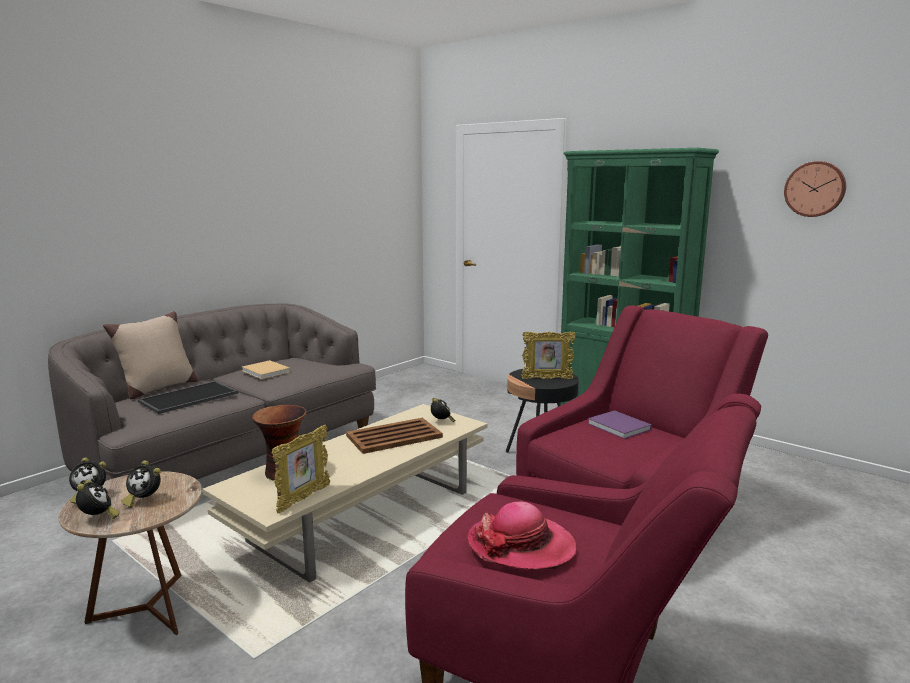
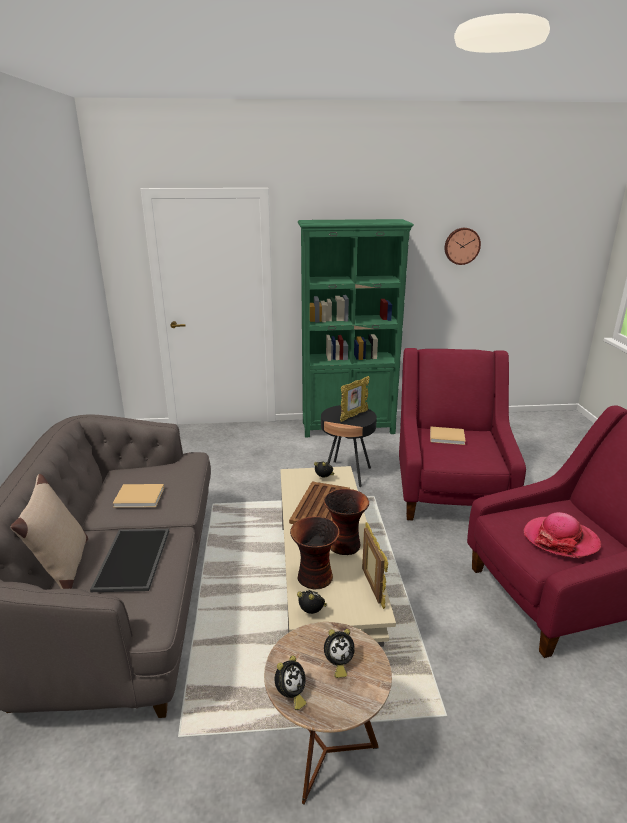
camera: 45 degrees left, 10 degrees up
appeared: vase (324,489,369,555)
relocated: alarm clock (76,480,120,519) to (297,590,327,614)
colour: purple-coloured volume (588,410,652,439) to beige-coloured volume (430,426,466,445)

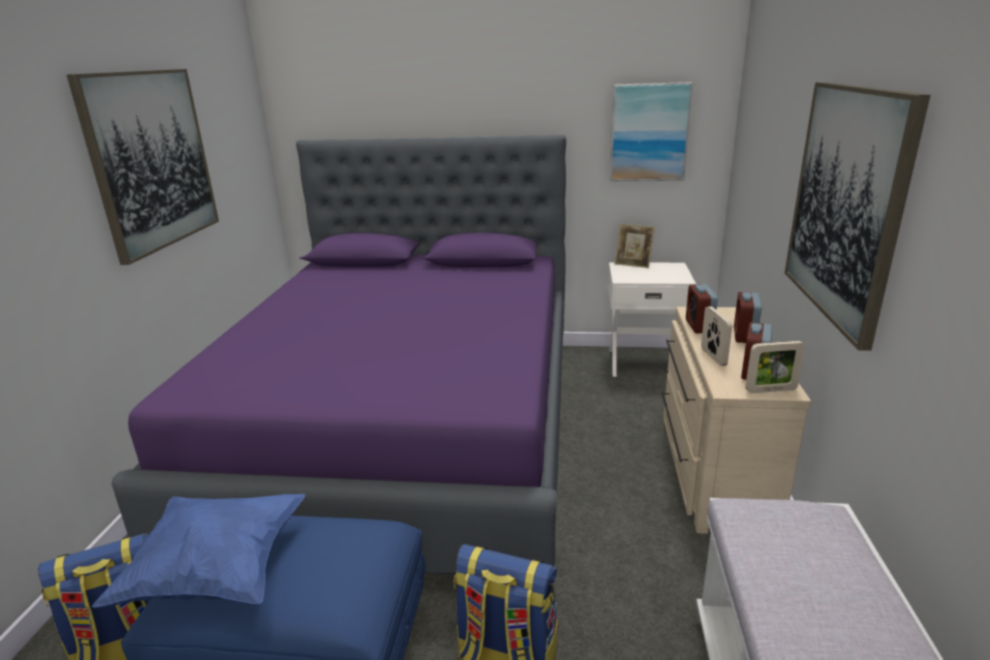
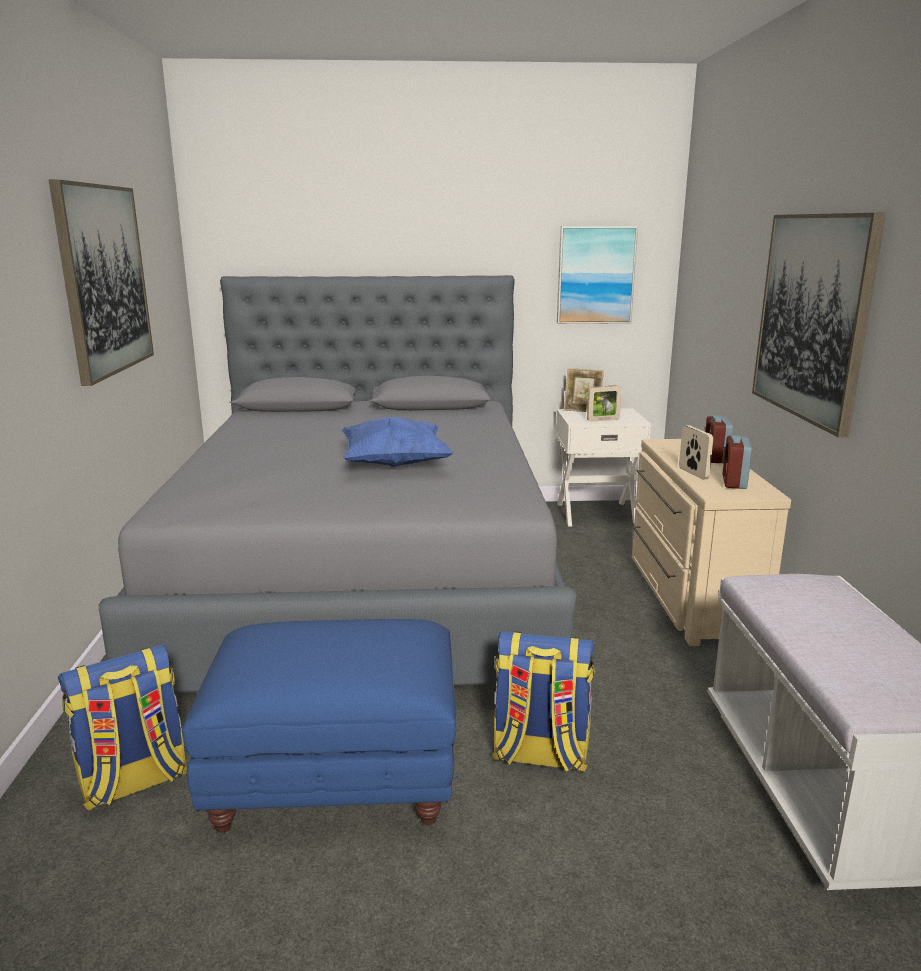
camera: 10 degrees left, 5 degrees down
missing: alarm clock (686,284,718,333)
relocated: bluish throw pillow (92,494,306,608) to (341,417,454,467); picture frame (745,341,805,393) to (587,385,622,422)
colour: purple-coloured sleeping bed (111,135,566,574) to grey sleeping bed (99,275,576,693)

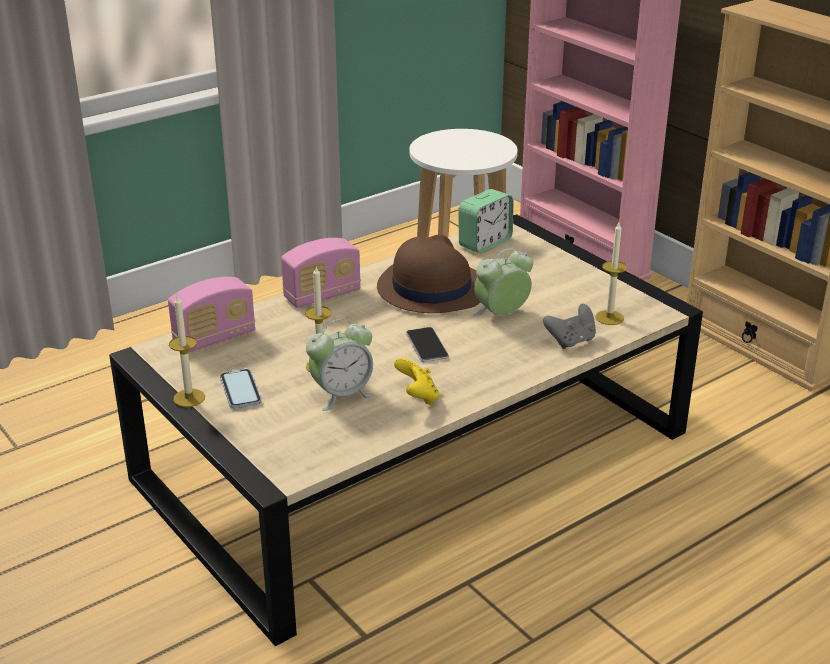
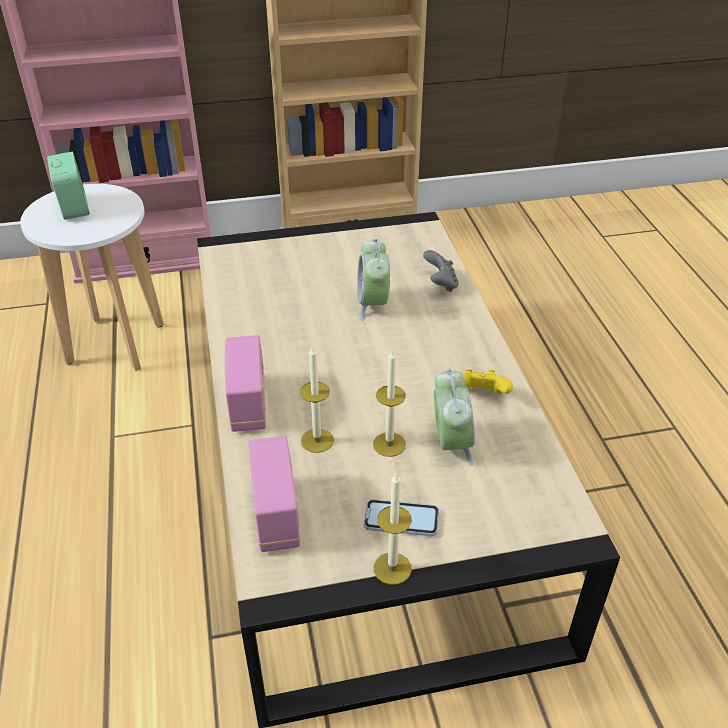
camera: 65 degrees left, 10 degrees up
missing: brownish wearable hat (377,235,480,313); handset (406,327,449,362)
relocated: alarm clock (458,189,513,253) to (47,152,90,220); wax candle (596,223,627,325) to (300,345,334,453)

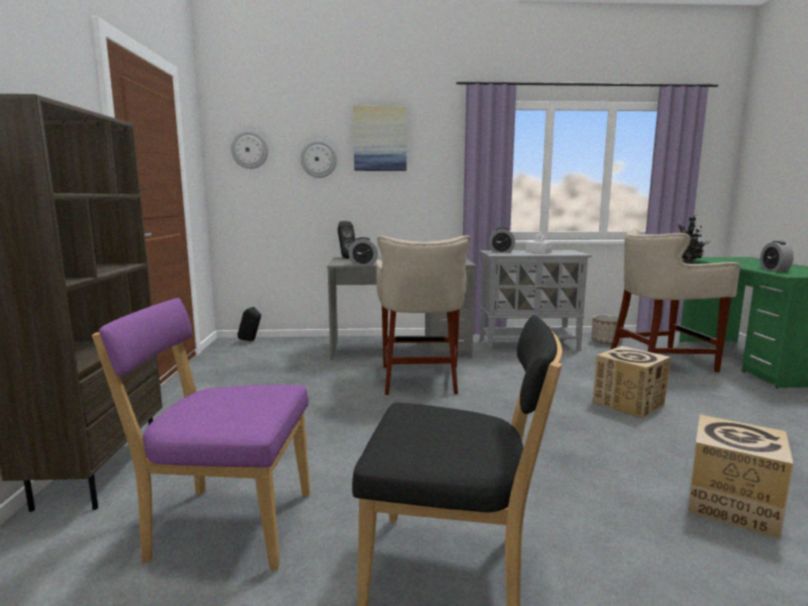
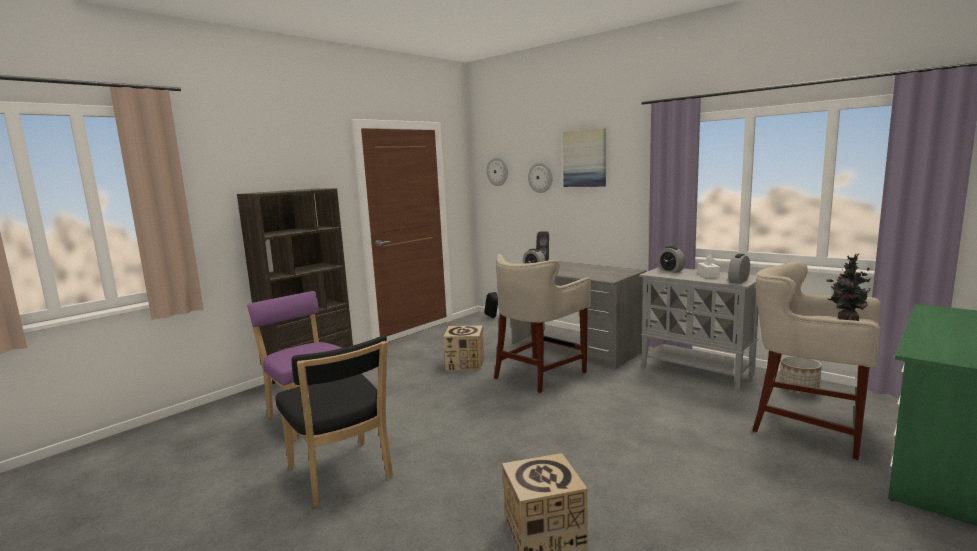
camera: 45 degrees right, 0 degrees up
relocated: cardboard box (593,346,671,418) to (443,325,484,371); alarm clock (760,241,794,272) to (728,254,750,284)

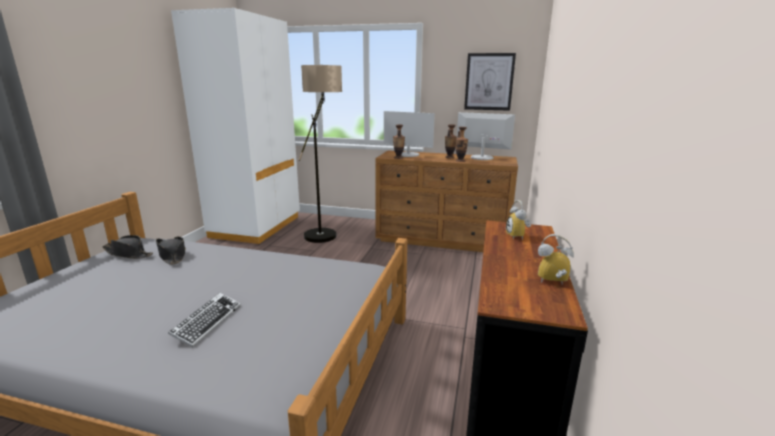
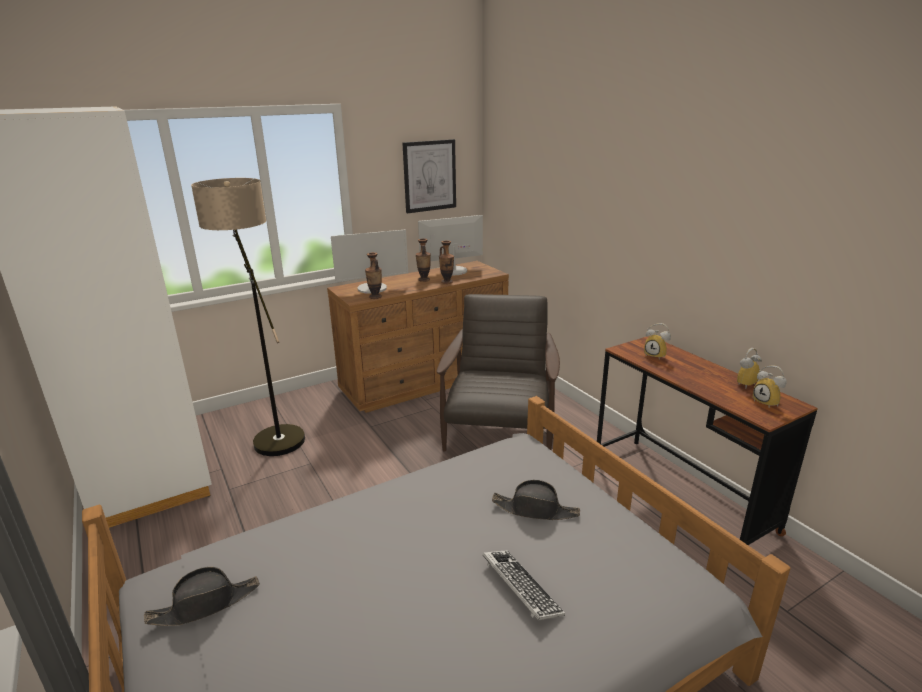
camera: 45 degrees left, 5 degrees up
appeared: brownish easy chair (436,294,560,452); alarm clock (753,366,787,407)
relocated: black-coloured wearable hat (156,237,186,265) to (492,480,580,520)

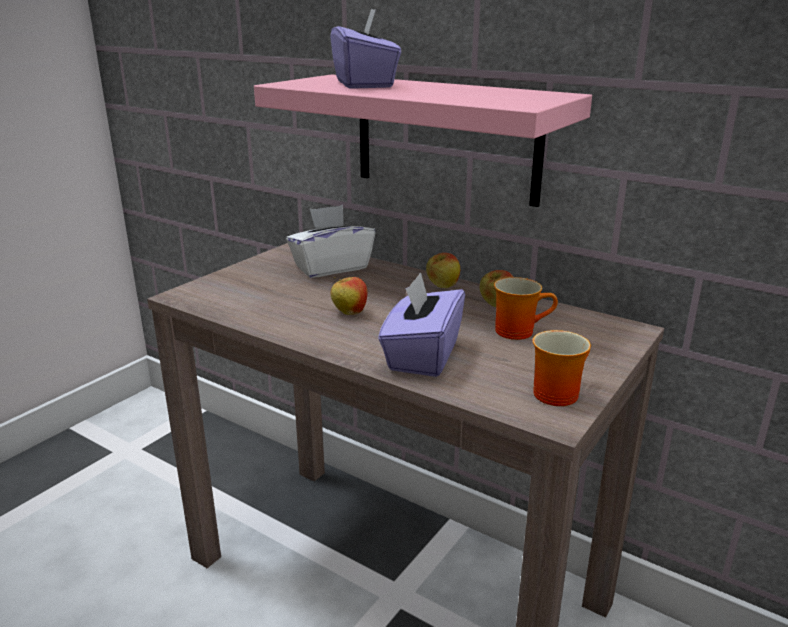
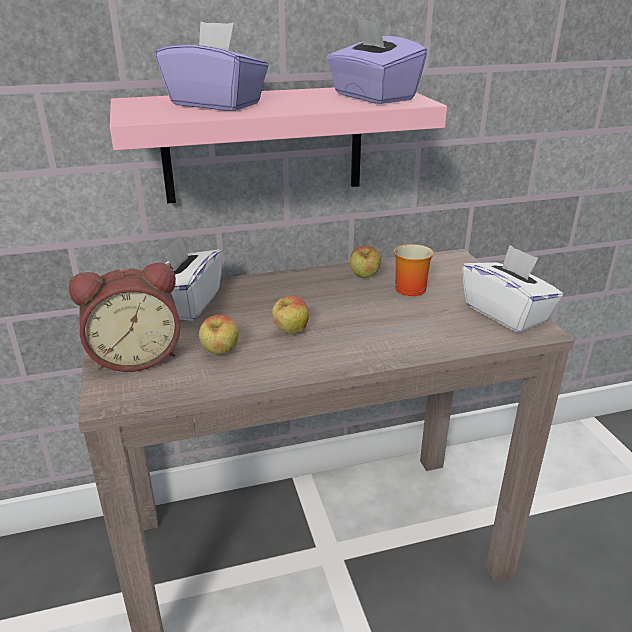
camera: 50 degrees left, 5 degrees up
appeared: alarm clock (69,262,180,372)
relocated: purple-coloured box of tissues (378,272,465,377) to (327,19,427,104); whole apple (426,253,460,288) to (199,315,239,355)
exchanged: tea mug (533,330,591,406) to white box of tissues (462,245,563,333)

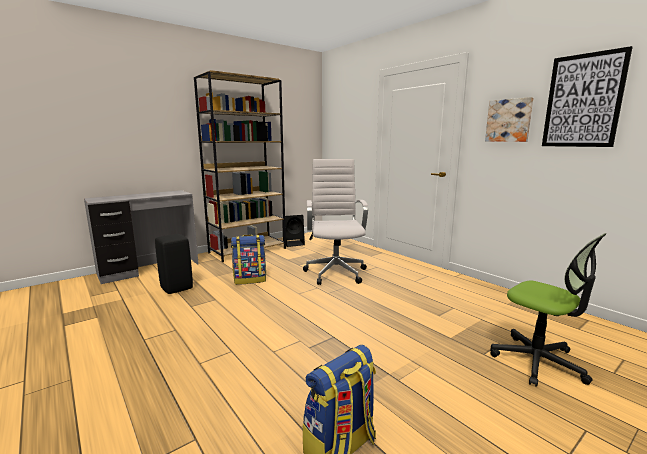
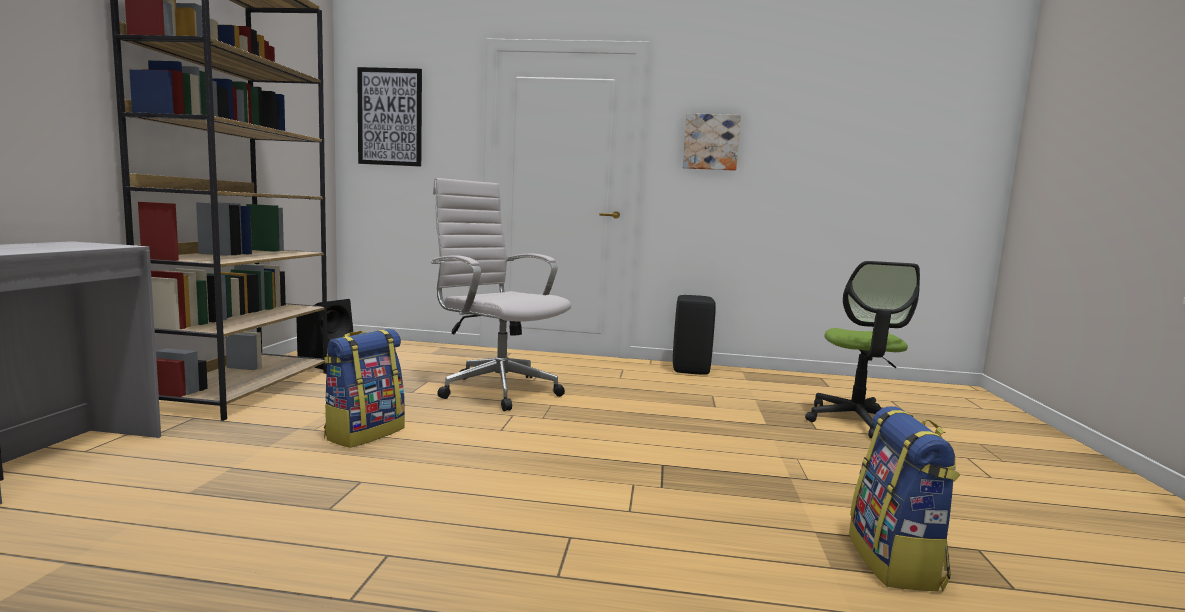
camera: 45 degrees left, 5 degrees down
relocated: black-coloured stool seat (155,234,193,294) to (673,295,716,375); wall art (542,46,632,147) to (357,67,422,167)
spun: desk chair (490,233,607,387) = (805,261,920,438) 90 degrees clockwise

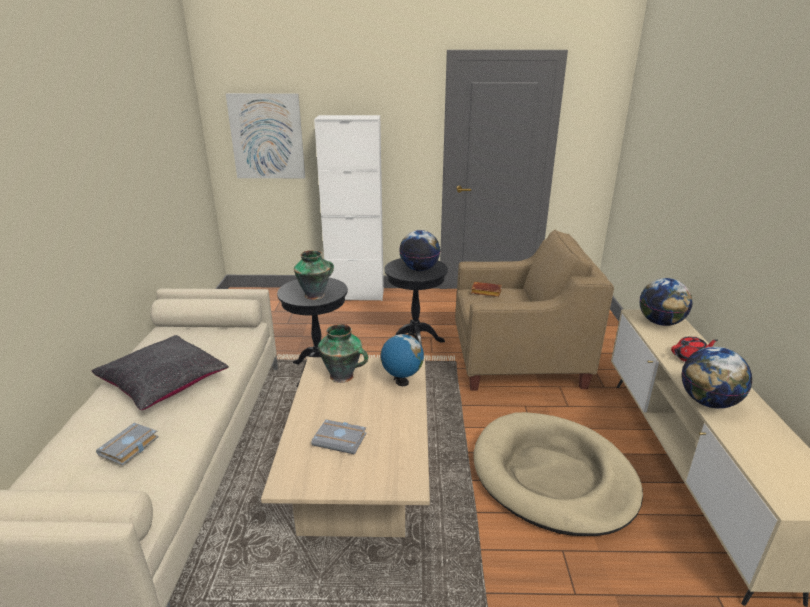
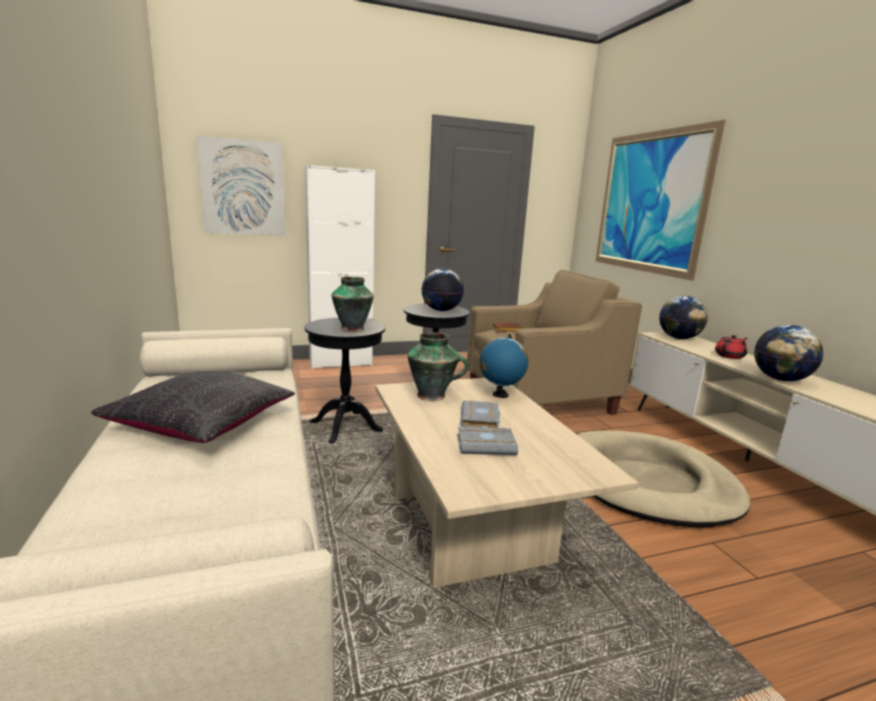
camera: 20 degrees left, 10 degrees down
appeared: wall art (596,120,726,281)
relocated: grey volume (96,423,159,465) to (460,400,500,428)

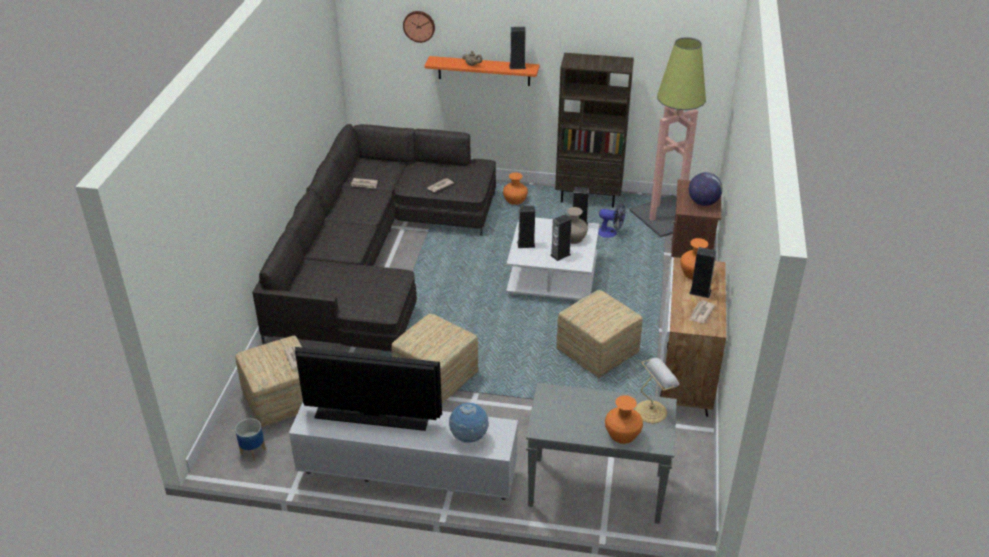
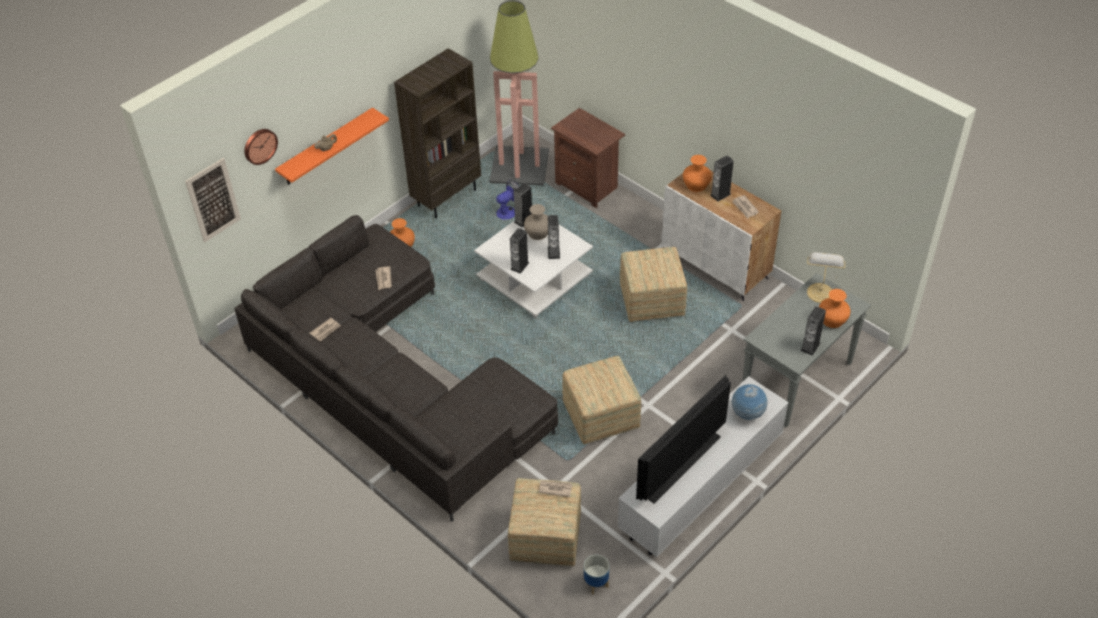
camera: 55 degrees left, 10 degrees up
missing: globe (689,172,723,206)
appeared: wall art (185,158,241,242)
relocated: loudspeaker (509,27,526,69) to (800,306,826,356)

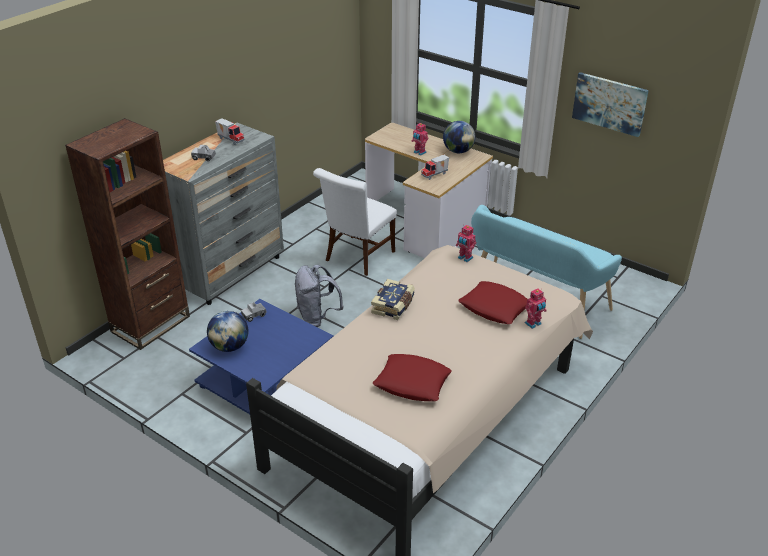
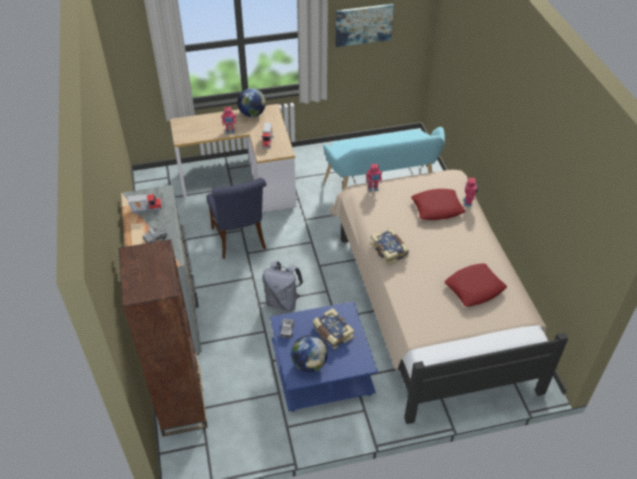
camera: 50 degrees left, 10 degrees up
appeared: volume (313,308,354,349)
colour: white plain chair (313,168,397,276) to bluish plain chair (206,178,267,259)

